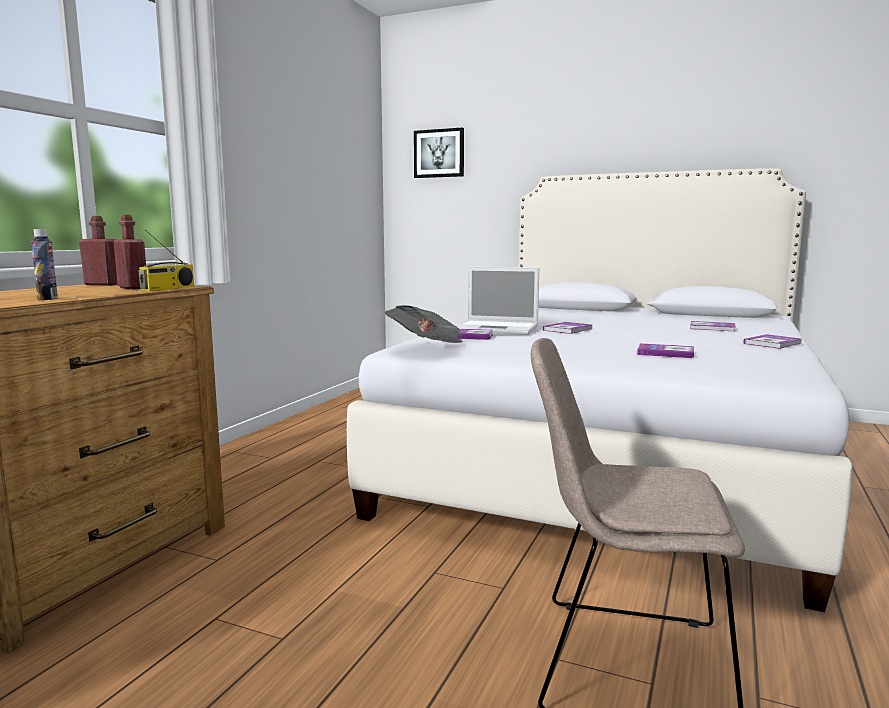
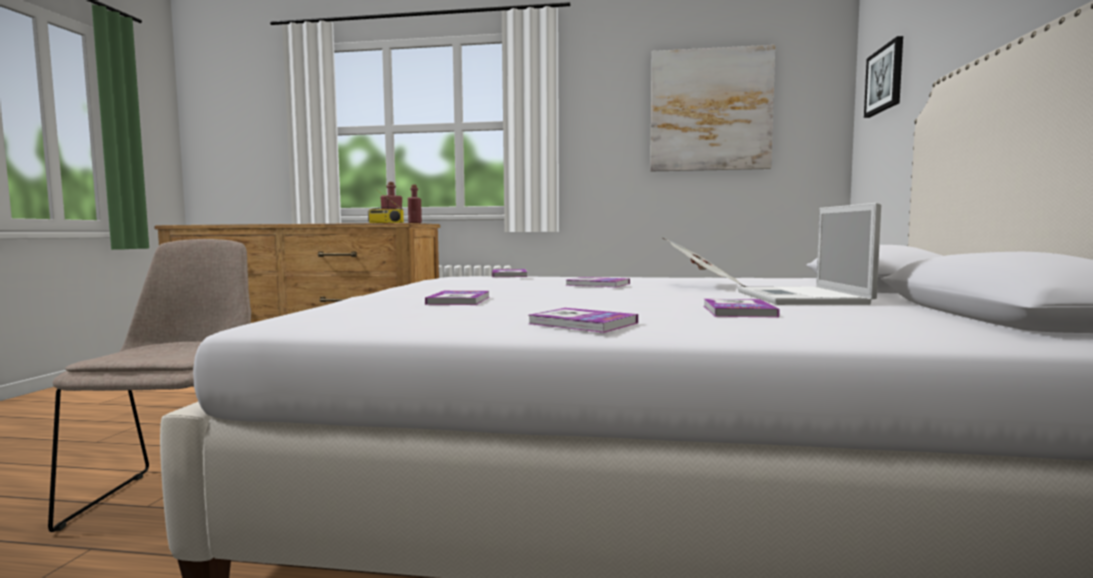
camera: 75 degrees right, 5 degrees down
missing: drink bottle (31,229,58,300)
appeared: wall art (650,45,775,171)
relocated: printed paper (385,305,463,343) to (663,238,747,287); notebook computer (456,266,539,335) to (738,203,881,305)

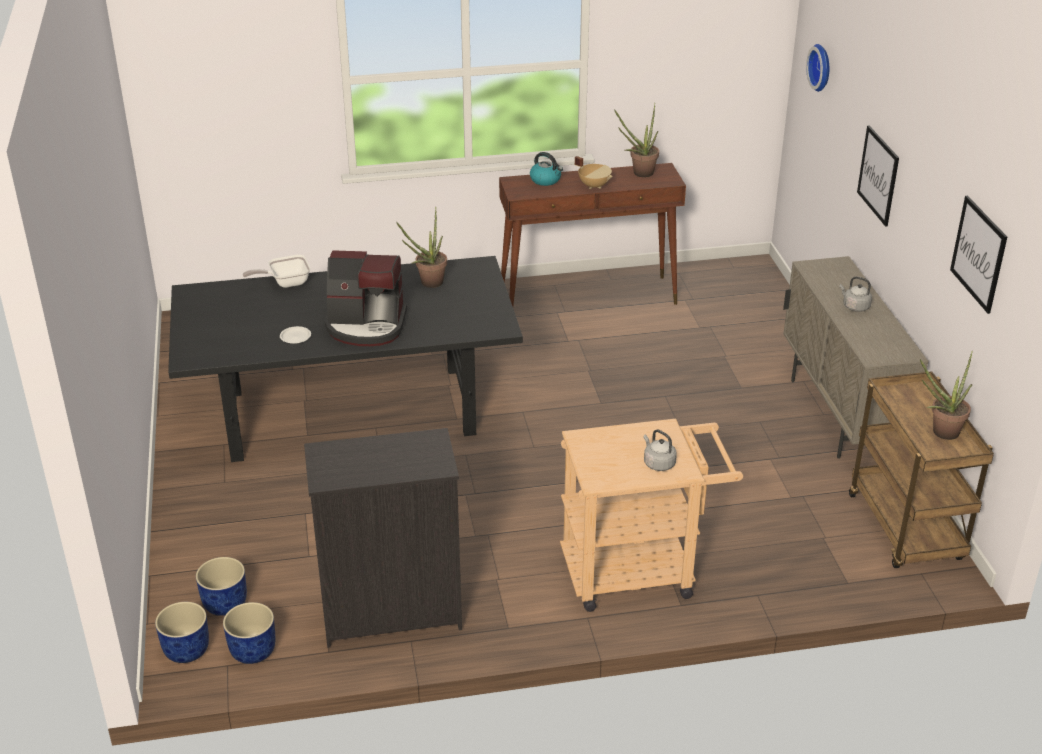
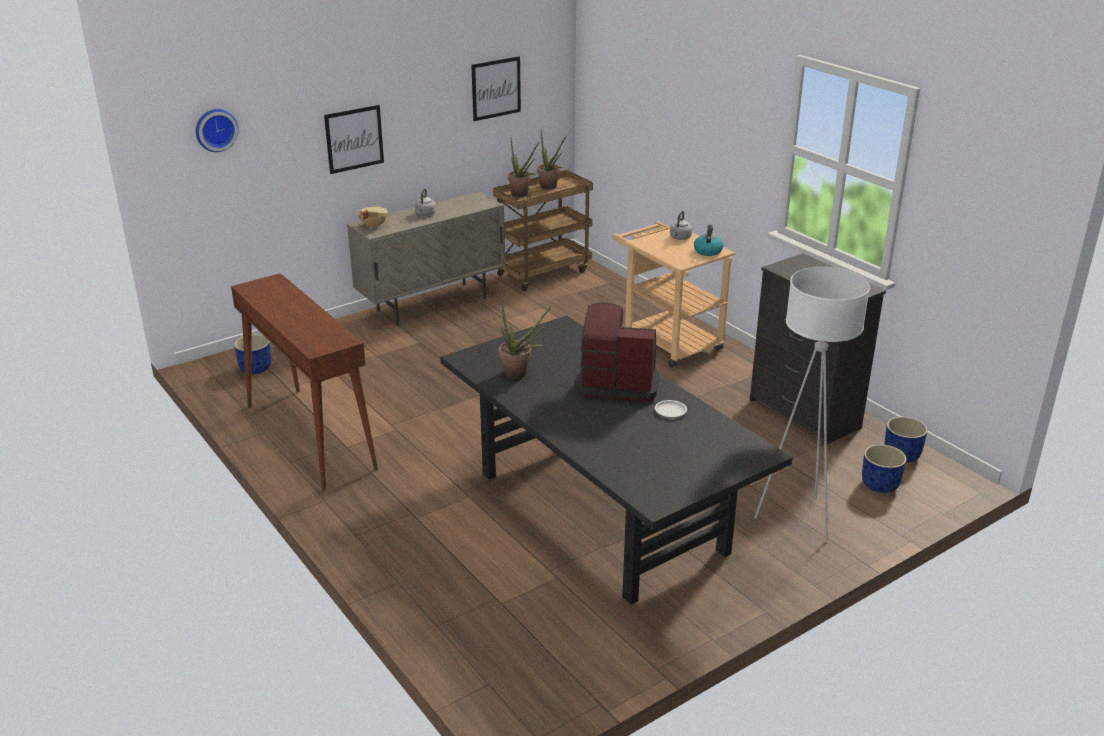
camera: 115 degrees left, 5 degrees down
missing: pan (243,255,311,288)
appeared: white standard lamp (754,267,870,542)
relocated: bluish plant pot (155,602,209,663) to (234,334,271,374); water kettle (530,152,563,186) to (694,224,723,256); beige-coloured saucepot (575,156,613,189) to (358,205,388,229); houseplant (614,103,659,177) to (508,139,539,197)
spun: coffee brewer (325,250,407,346) = (577,303,659,402) 60 degrees counterclockwise

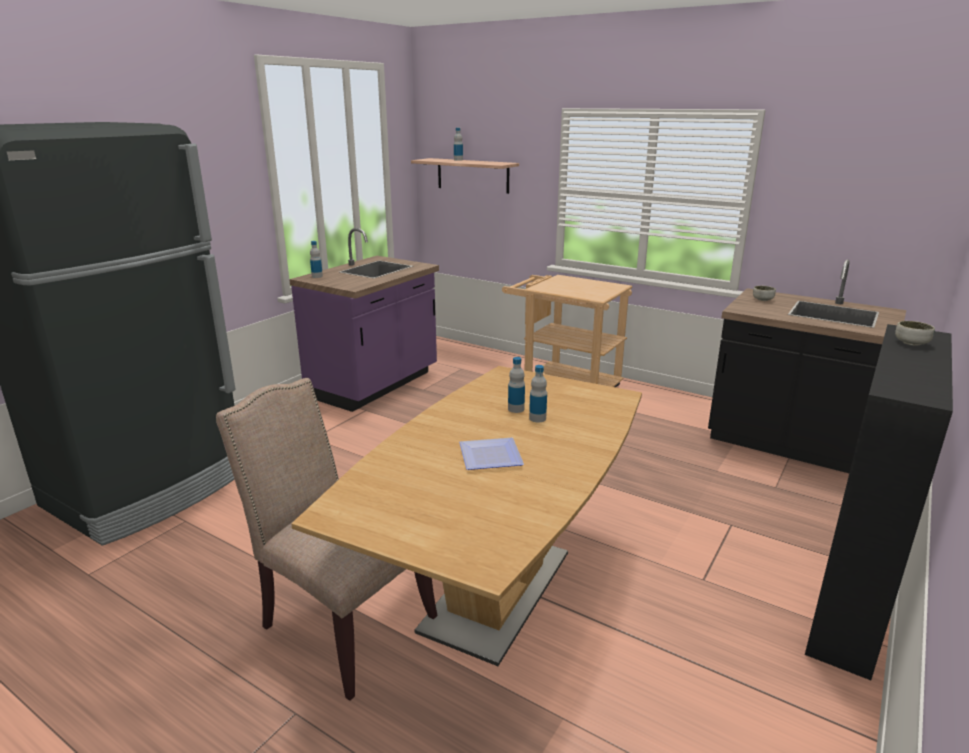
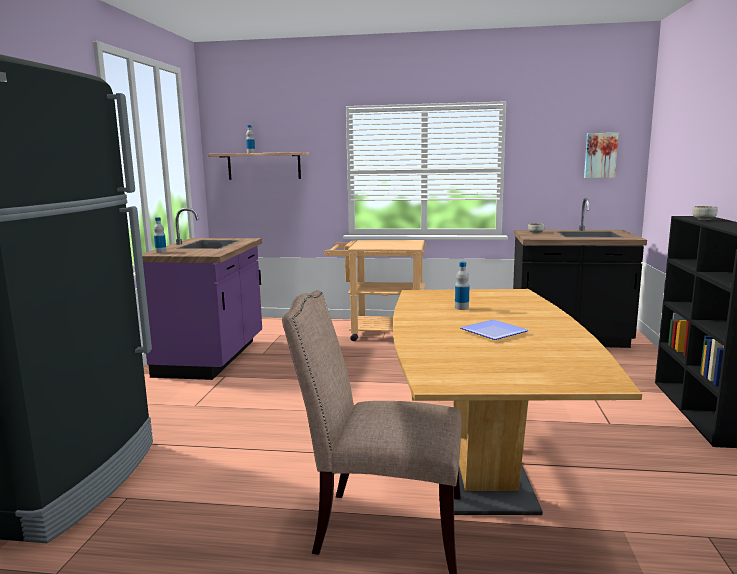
camera: 25 degrees left, 10 degrees down
missing: drink bottle (529,365,547,423)
appeared: wall art (584,133,618,178)

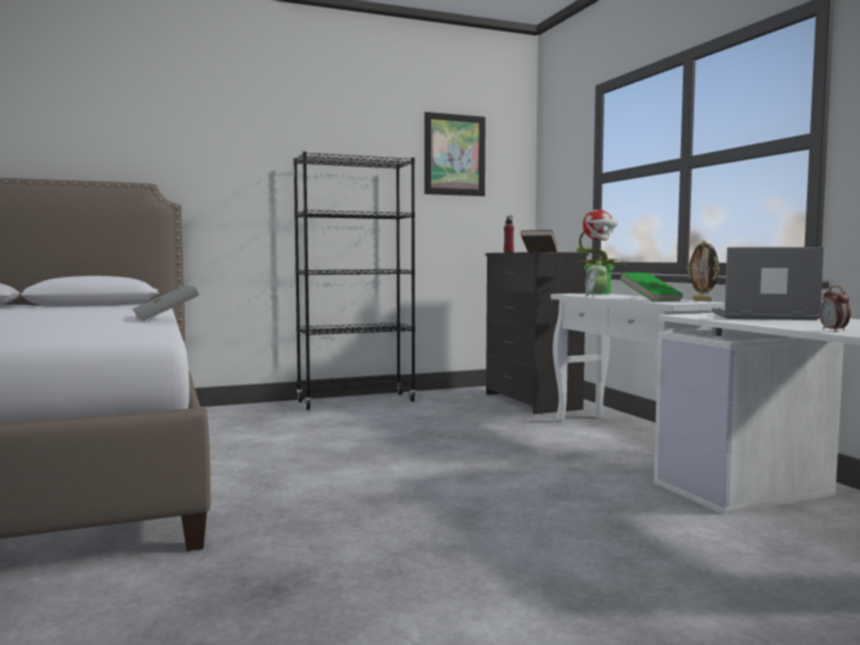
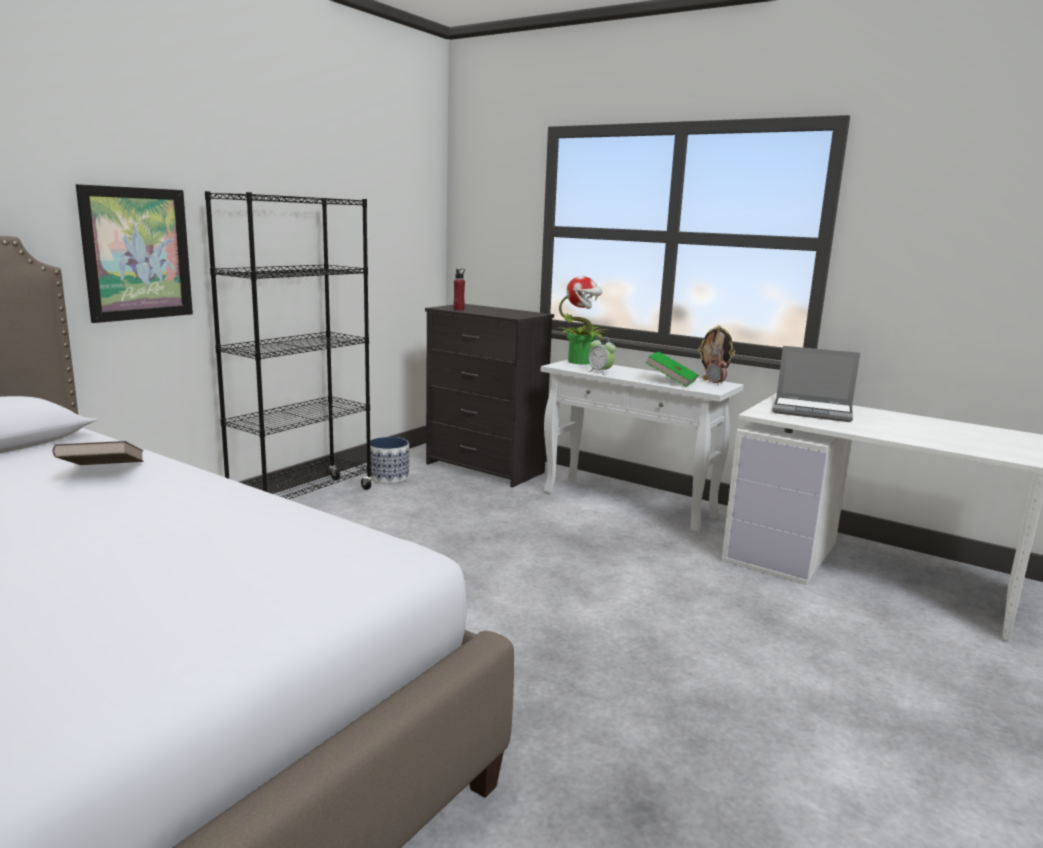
camera: 35 degrees left, 10 degrees up
missing: grey volume (132,285,199,321)
appeared: plant pot (370,437,409,484)
relocated: wall art (424,112,486,196) to (76,184,193,323); brownish volume (520,230,558,252) to (53,441,144,465); alarm clock (819,286,851,332) to (706,356,727,385)
spun: notebook computer (712,247,824,320) = (772,346,860,422) 135 degrees counterclockwise

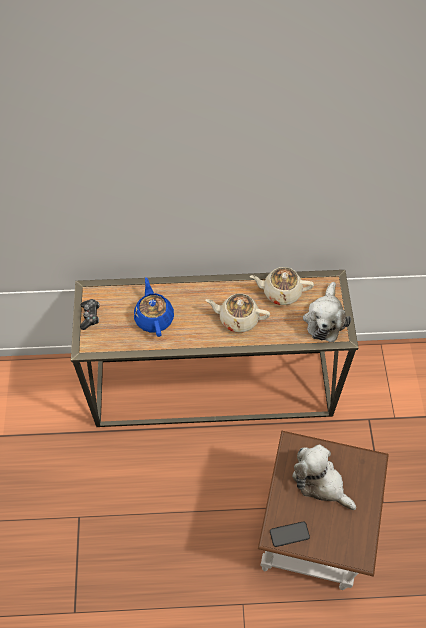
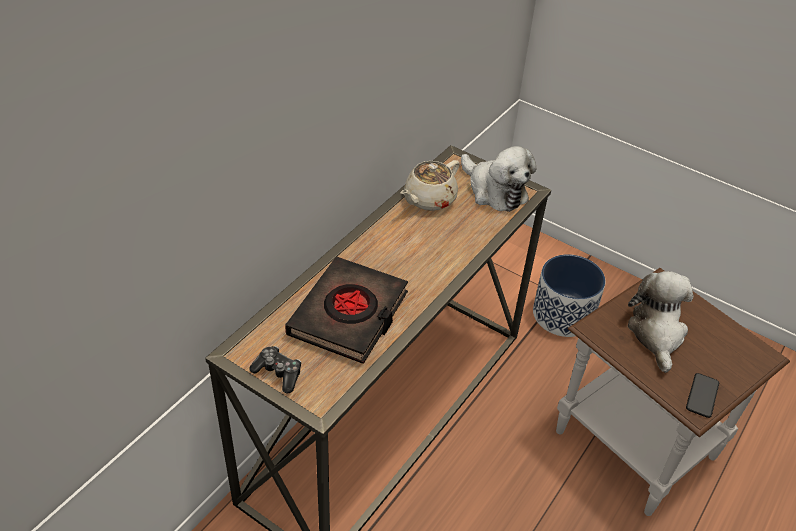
camera: 55 degrees left, 15 degrees down
missing: beige-coloured tea pot (206,293,270,332)
appeared: plant pot (533,254,606,337)
exchanged: bluish tea pot (134,277,174,337) to black-coloured volume (285,257,408,364)
spun: cuddly toy (292,444,356,510) = (628,271,693,373) 105 degrees clockwise

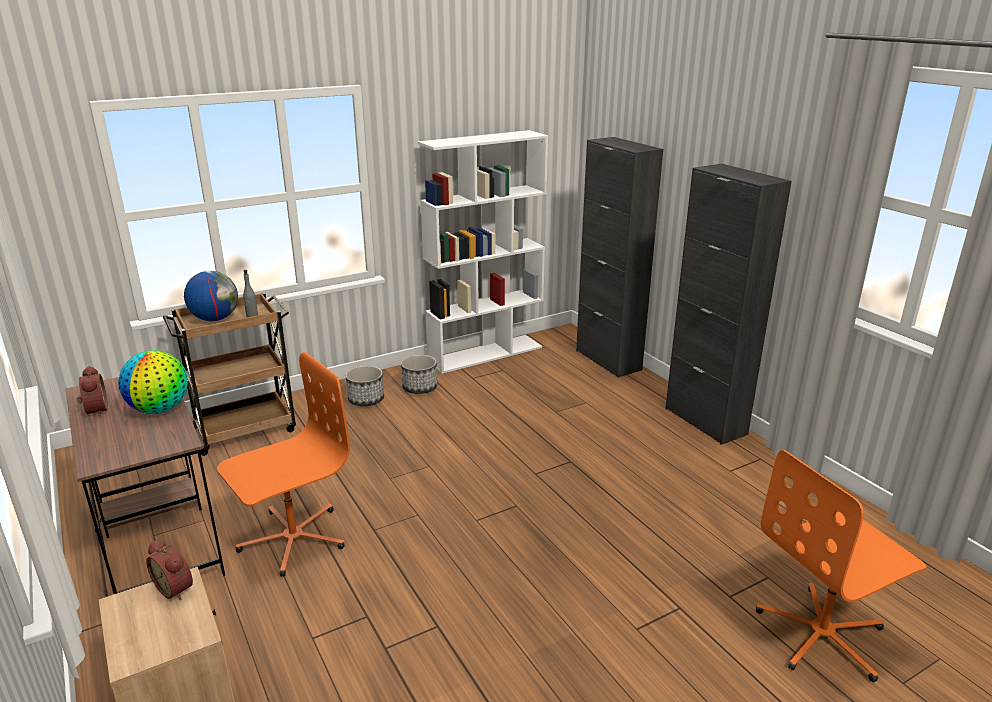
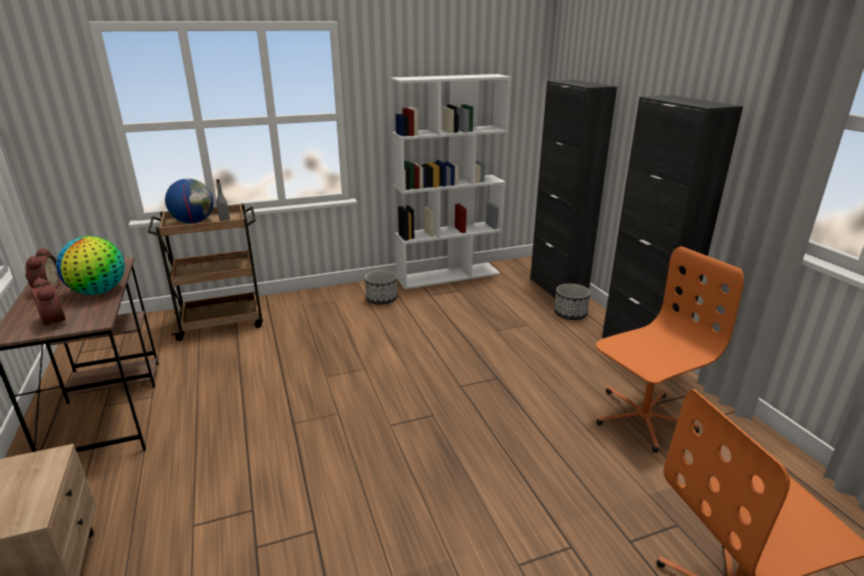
camera: 10 degrees right, 0 degrees up
relocated: alarm clock (146,540,193,600) to (31,277,66,328); orangey desk chair (217,352,350,577) to (596,246,744,453); plant pot (346,366,384,406) to (554,283,591,320)

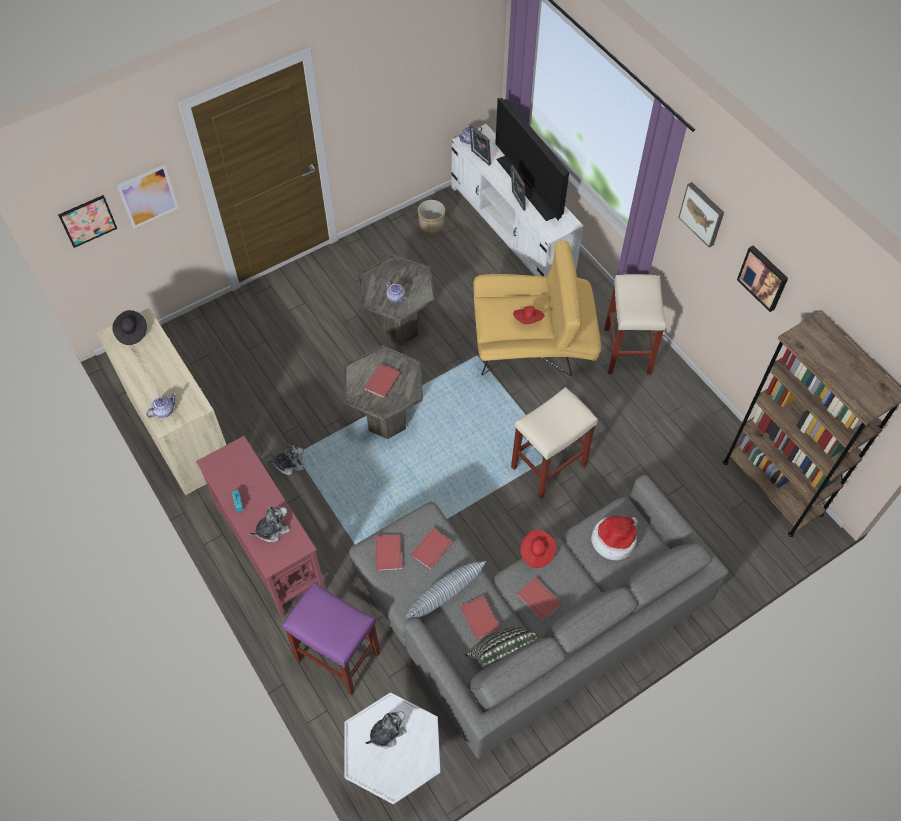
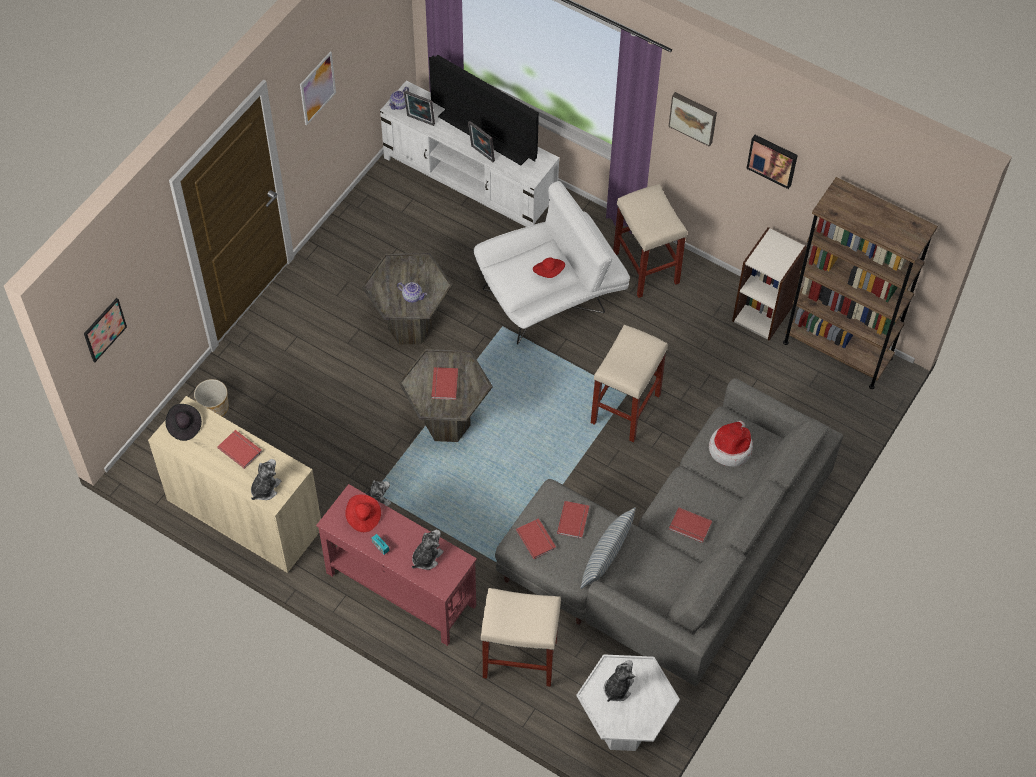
camera: 25 degrees left, 0 degrees up
missing: throw pillow (465,627,538,665)
appeared: shelving unit (732,227,807,341)
relocated: wall art (117,165,179,229) to (300,51,336,125); plant pot (418,200,445,234) to (194,379,229,416); red volume (460,596,501,640) to (217,430,262,469); red wearable hat (520,530,556,568) to (345,495,381,532)
exchanged: tea pot (146,393,176,418) to cuddly toy (251,459,281,500)
colour: purple-coloured stool seat (282,582,380,696) to beige-coloured stool seat (481,588,561,687); yellow-coloured easy chair (474,241,601,376) to white easy chair (474,181,630,345)

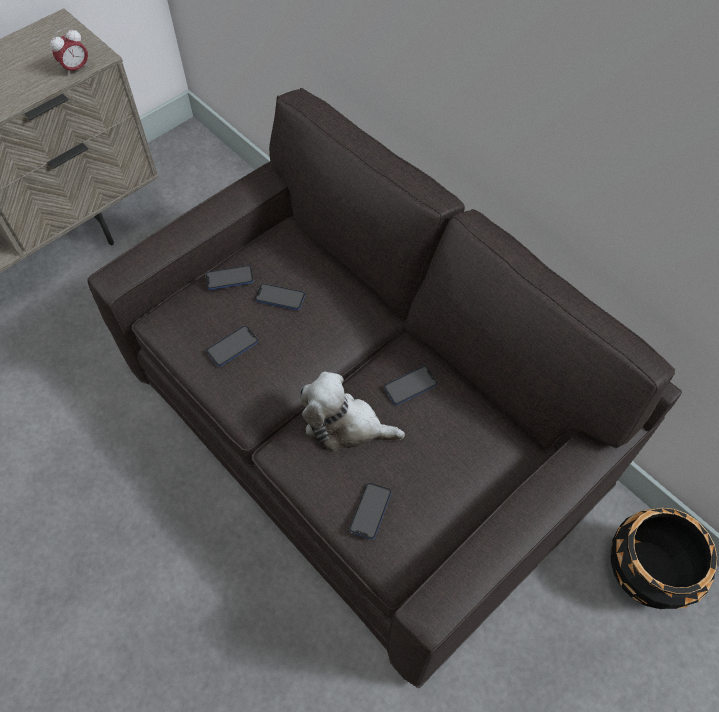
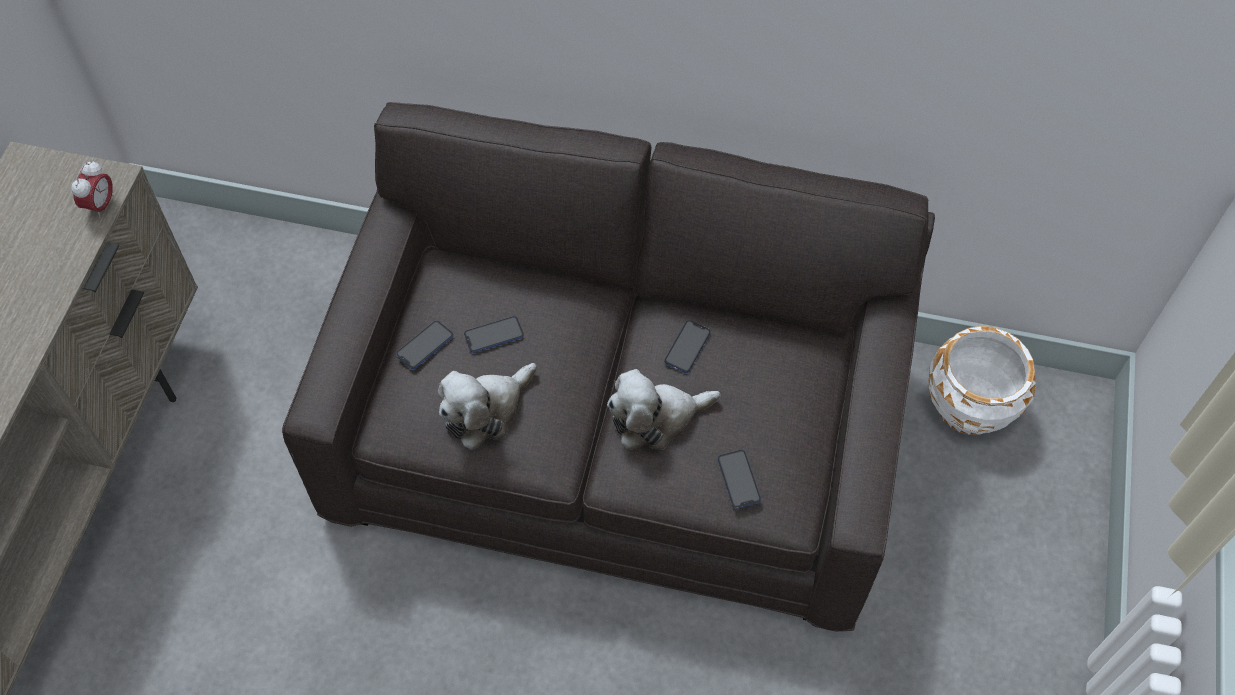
camera: 35 degrees left, 0 degrees up
exchanged: handset (207,326,258,367) to cuddly toy (438,363,537,450)
colour: black-coloured plant pot (611,508,717,609) to white plant pot (929,326,1036,435)

